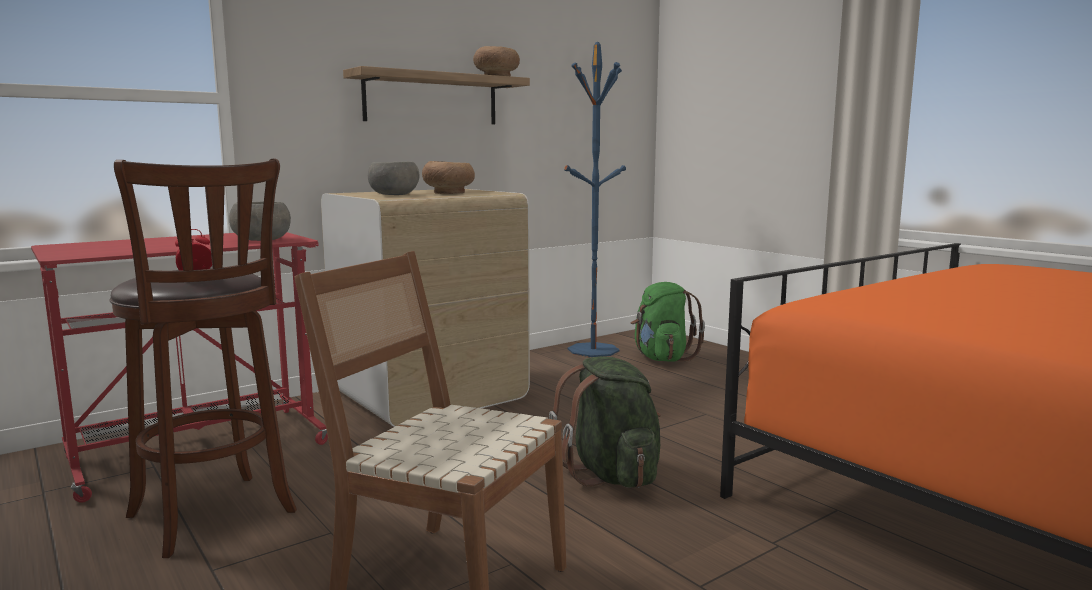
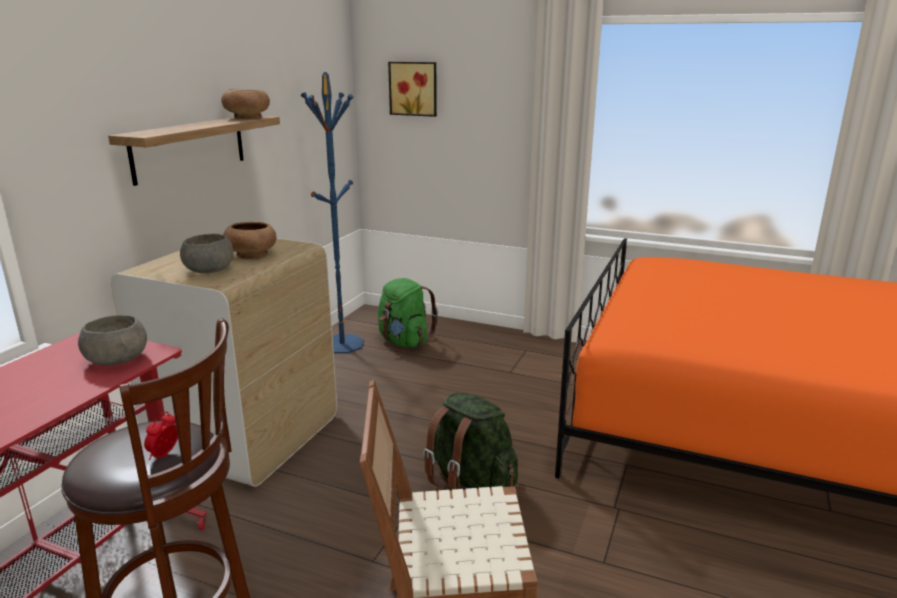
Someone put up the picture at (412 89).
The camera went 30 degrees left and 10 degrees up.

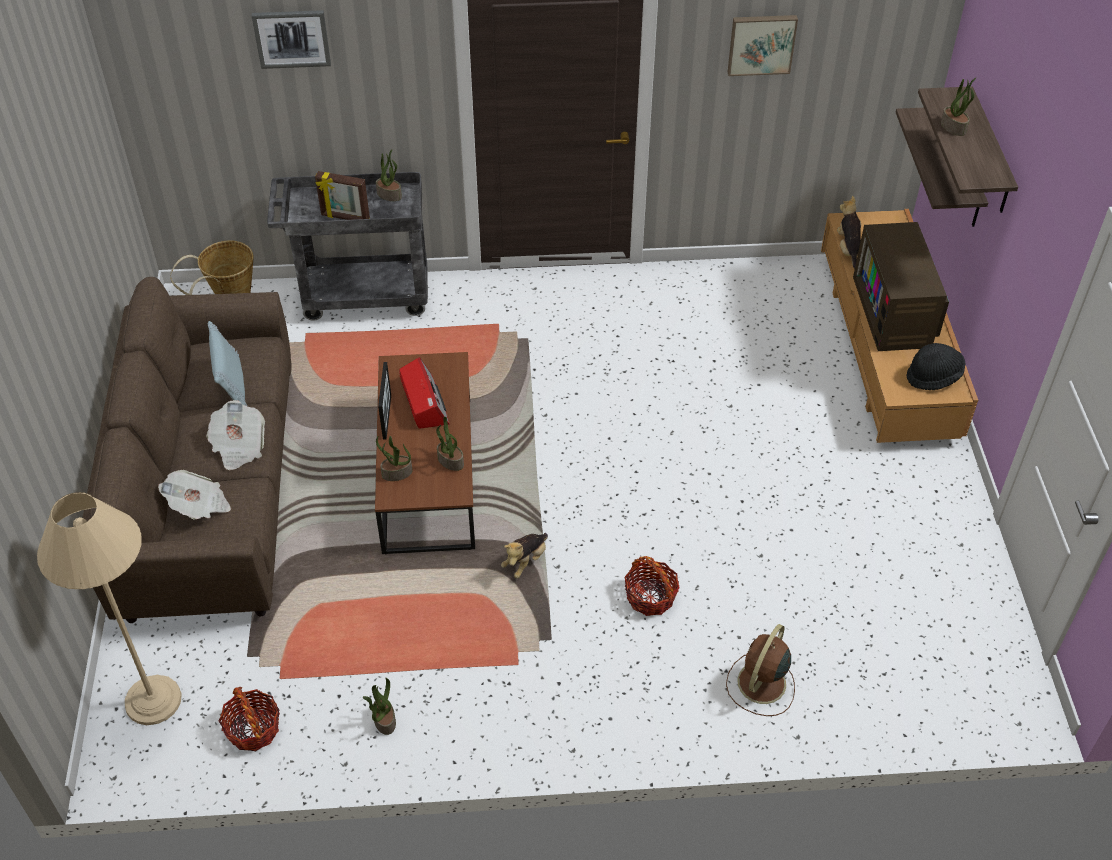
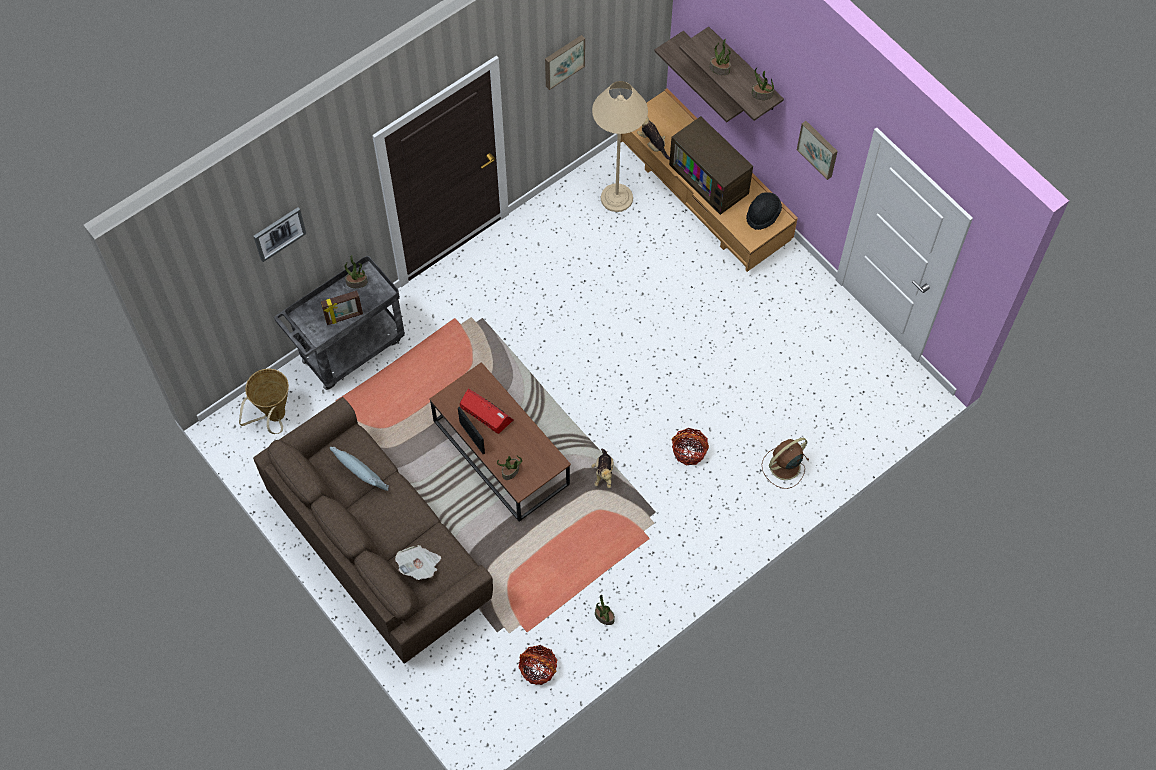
Someone carried the beige floor lamp from (109 608) to (620 146).
Someone carried the potted plant from (450 444) to (763 84).
Someone rotated the brown fan at (760 670) by 60 degrees clockwise.
Someone put up the picture at (817 150).
Someone took away the newspaper at (235 435).
The camera went 35 degrees left and 15 degrees up.

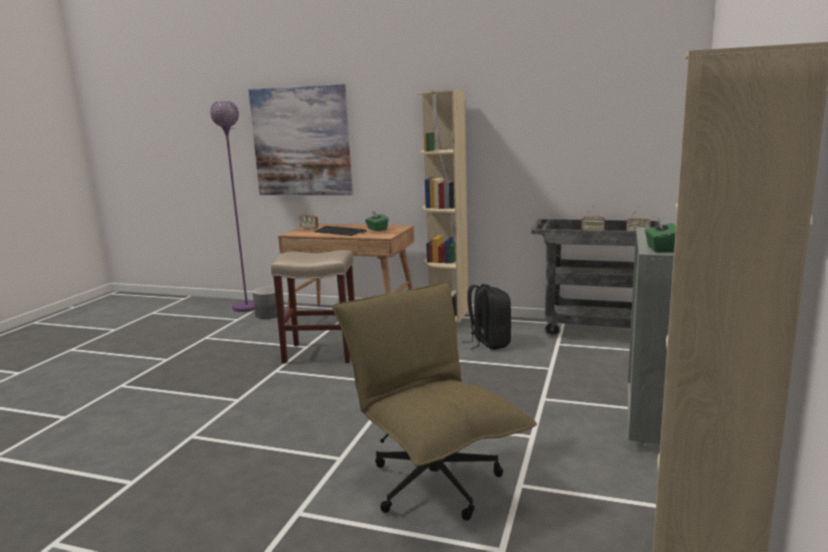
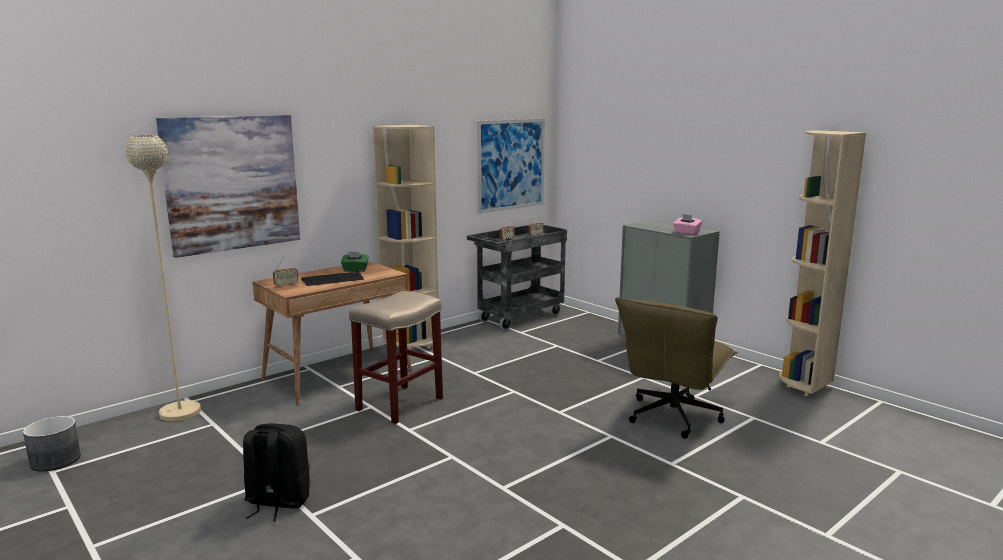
Someone carried the grey planter from (268 302) to (52 444).
Someone repainted the purple floor lamp at (232 206), which became the beige floor lamp at (163 278).
Someone carried the black backpack from (486 317) to (276 472).
Someone put up the picture at (511 166).
Someone rotated the beige office chair at (434 401) by 60 degrees counterclockwise.
Someone repainted the green tissue box at (660 234), which became the pink tissue box at (687 224).
The camera went 60 degrees left and 0 degrees up.

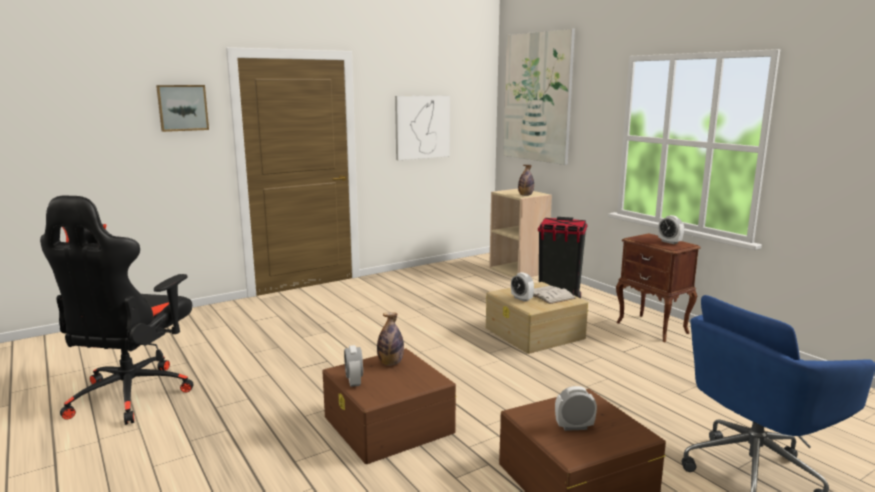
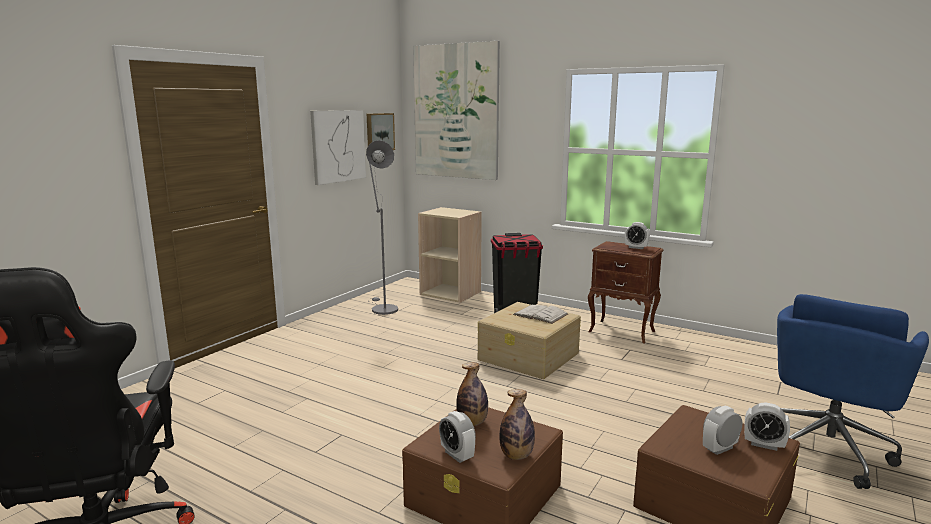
Someone put down the grey floor lamp at (382 227).
Someone carried the picture from (182 108) to (381 131).
Someone carried the bottle from (526 180) to (517 424).
Someone carried the alarm clock from (522 287) to (767 426).
The camera went 25 degrees left and 0 degrees up.

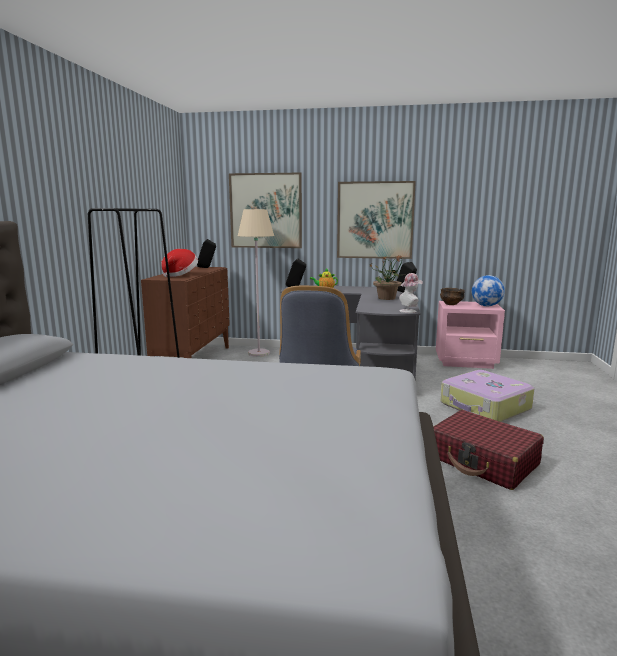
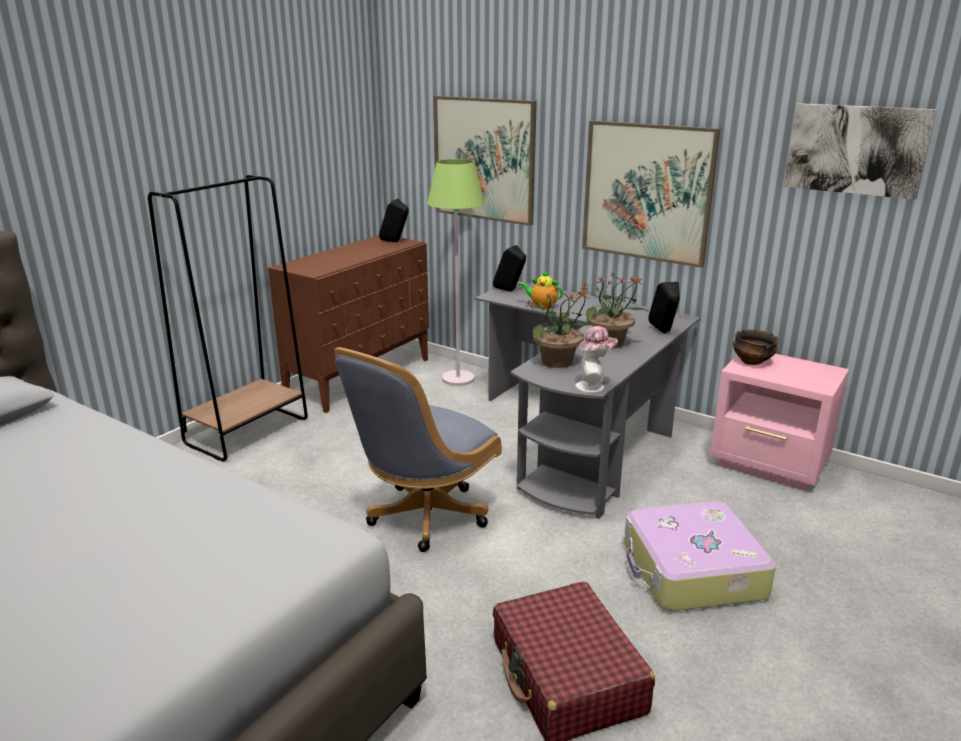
Someone repainted the beige floor lamp at (256 283), which became the green floor lamp at (456 272).
Someone put down the potted plant at (561 327).
Someone put up the picture at (860 151).
Someone took away the hat at (179 263).
Someone took away the globe at (488 290).
The camera went 25 degrees right and 10 degrees up.

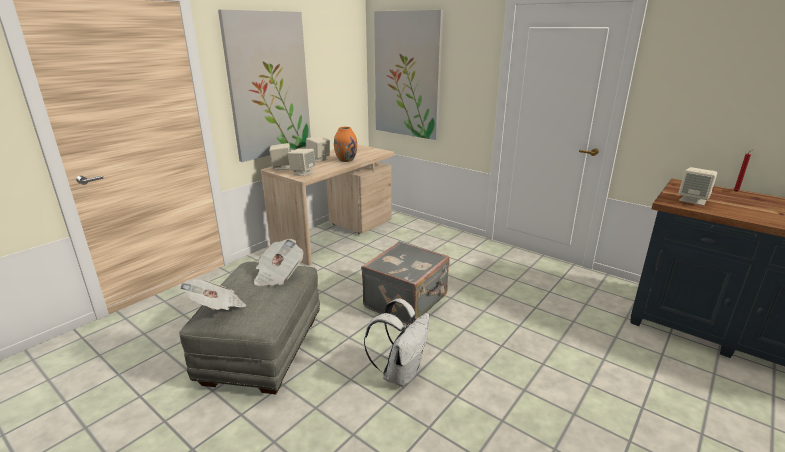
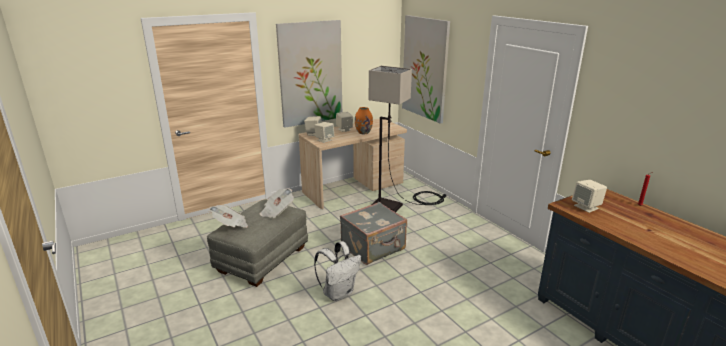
Someone put down the floor lamp at (408 139).
The camera went 20 degrees right and 0 degrees up.

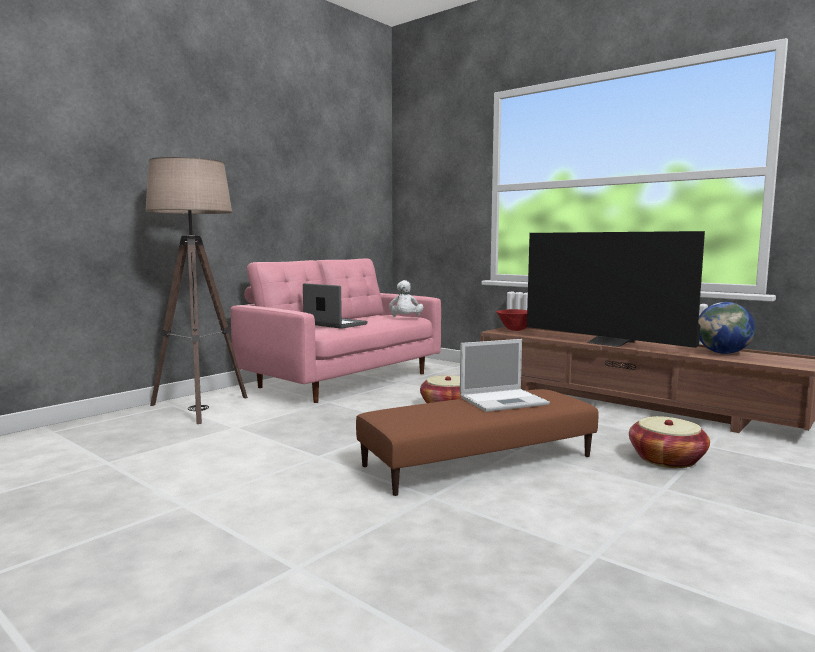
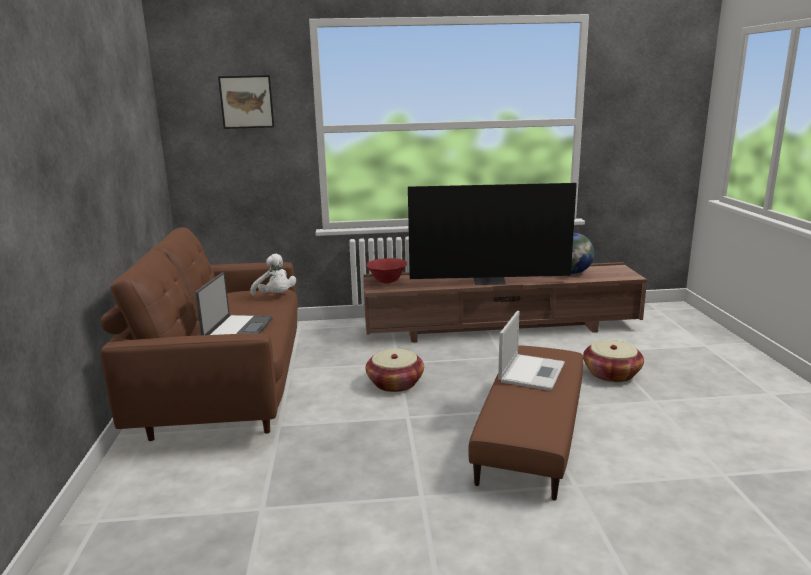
Someone repainted the pink sofa at (335 330), which became the brown sofa at (199 334).
Someone rotated the laptop at (335 306) by 105 degrees clockwise.
Someone put up the picture at (246 102).
Someone took away the floor lamp at (196 290).
The camera went 45 degrees left and 10 degrees up.

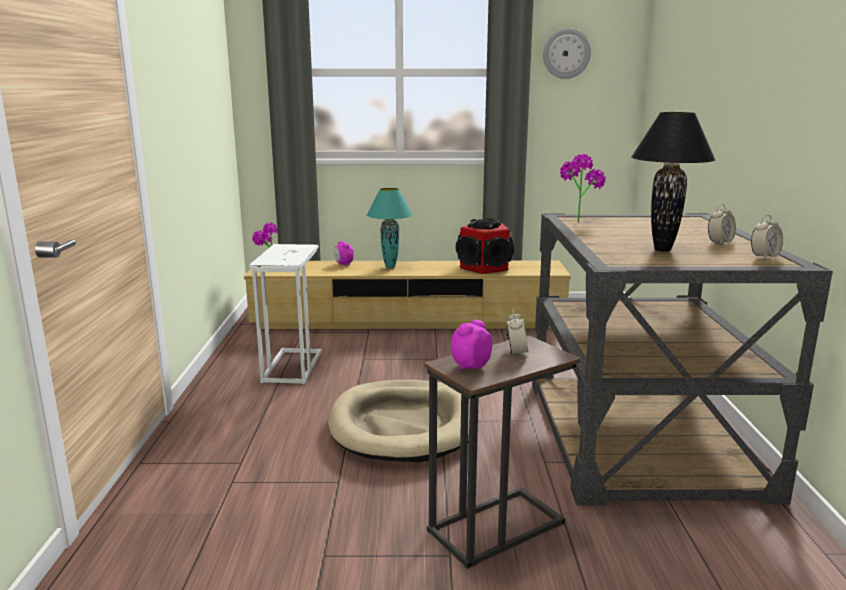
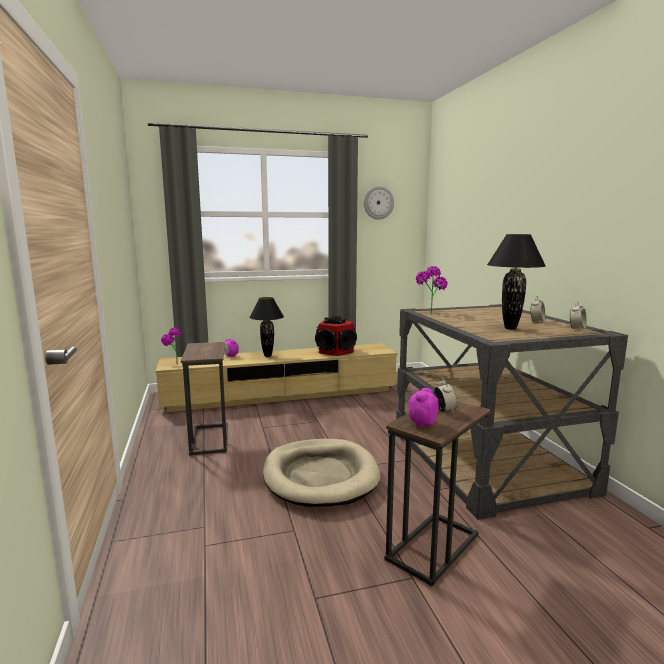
Someone repainted the white side table at (285 314), which became the brown side table at (204 399).
Someone repainted the turquoise table lamp at (390 228), which became the black table lamp at (266 327).
The camera went 15 degrees left and 5 degrees down.

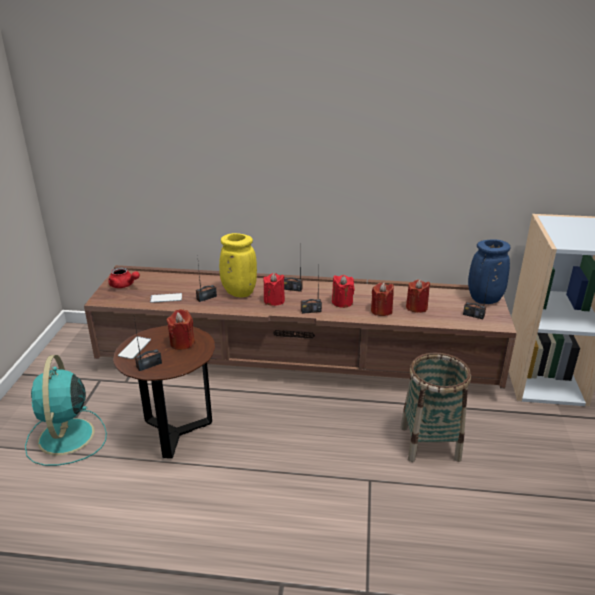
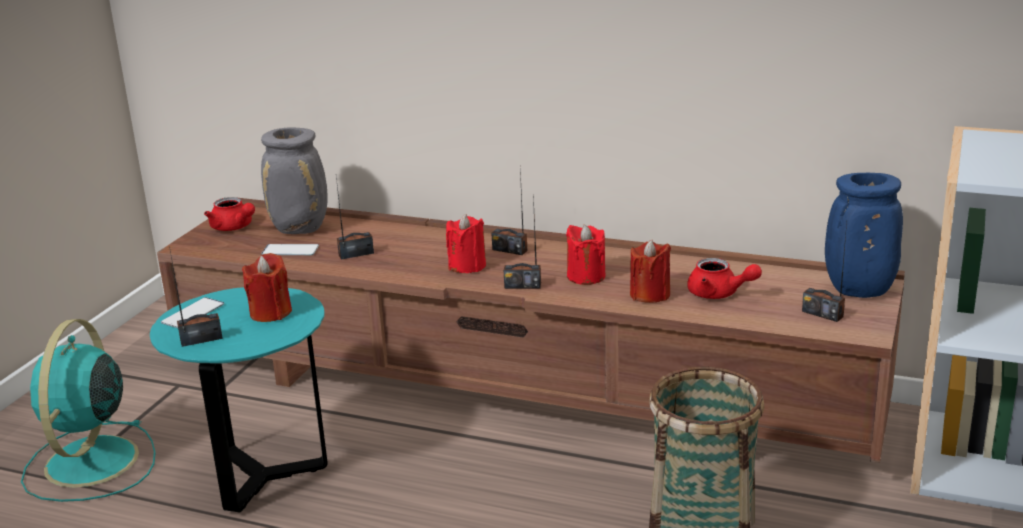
Someone repainted the brown side table at (164 391), which became the turquoise side table at (239 400).
Someone put down the grey vase at (294 181).
Someone swapped the red candle at (418 296) for the red teapot at (724 278).
Someone took away the yellow vase at (238 265).
The camera went 15 degrees right and 5 degrees down.

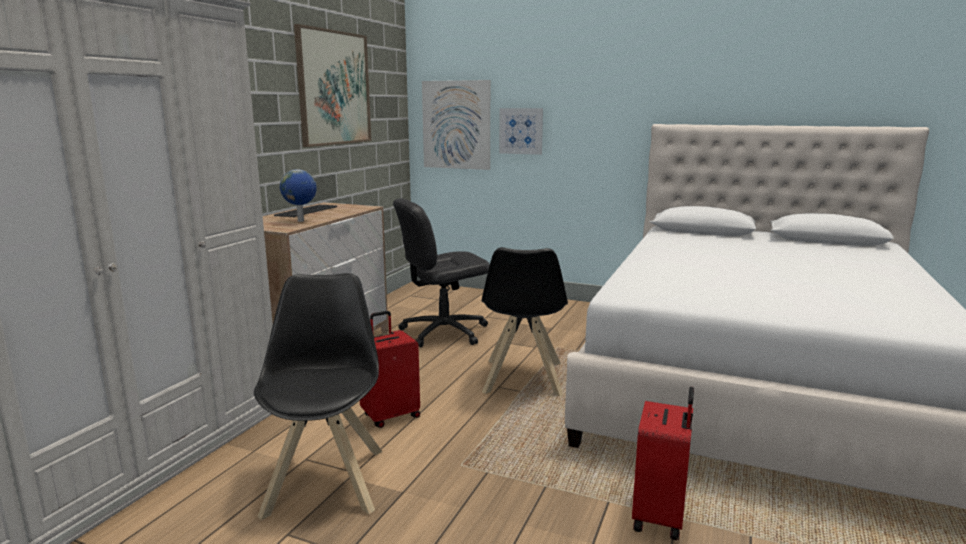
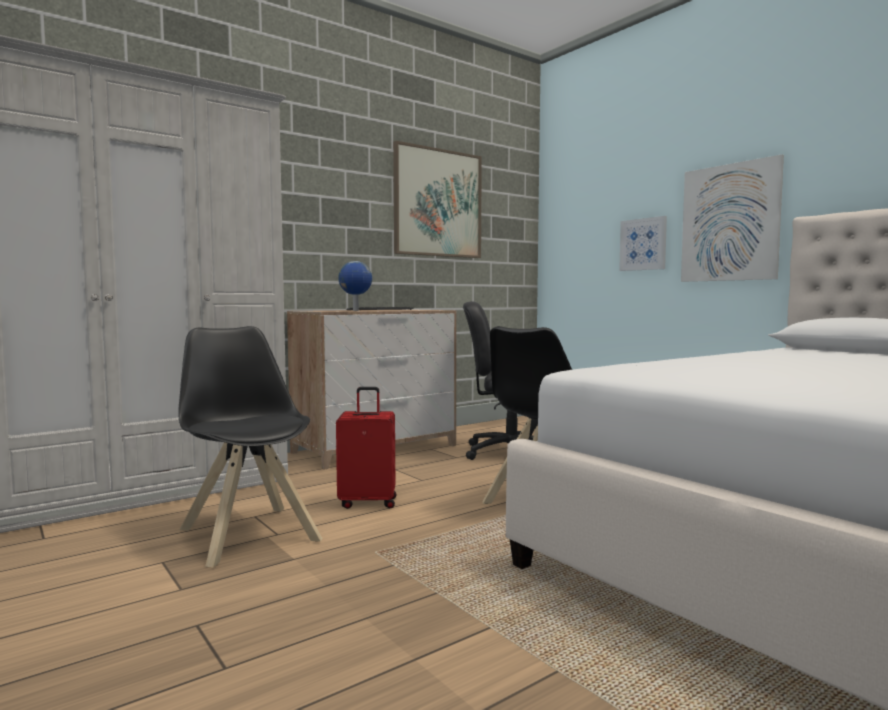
Someone rotated the black chair at (318 396) by 60 degrees counterclockwise.
Someone carried the picture from (456 125) to (732 218).
Someone took away the red suitcase at (663 463).
The camera went 30 degrees right and 10 degrees down.

